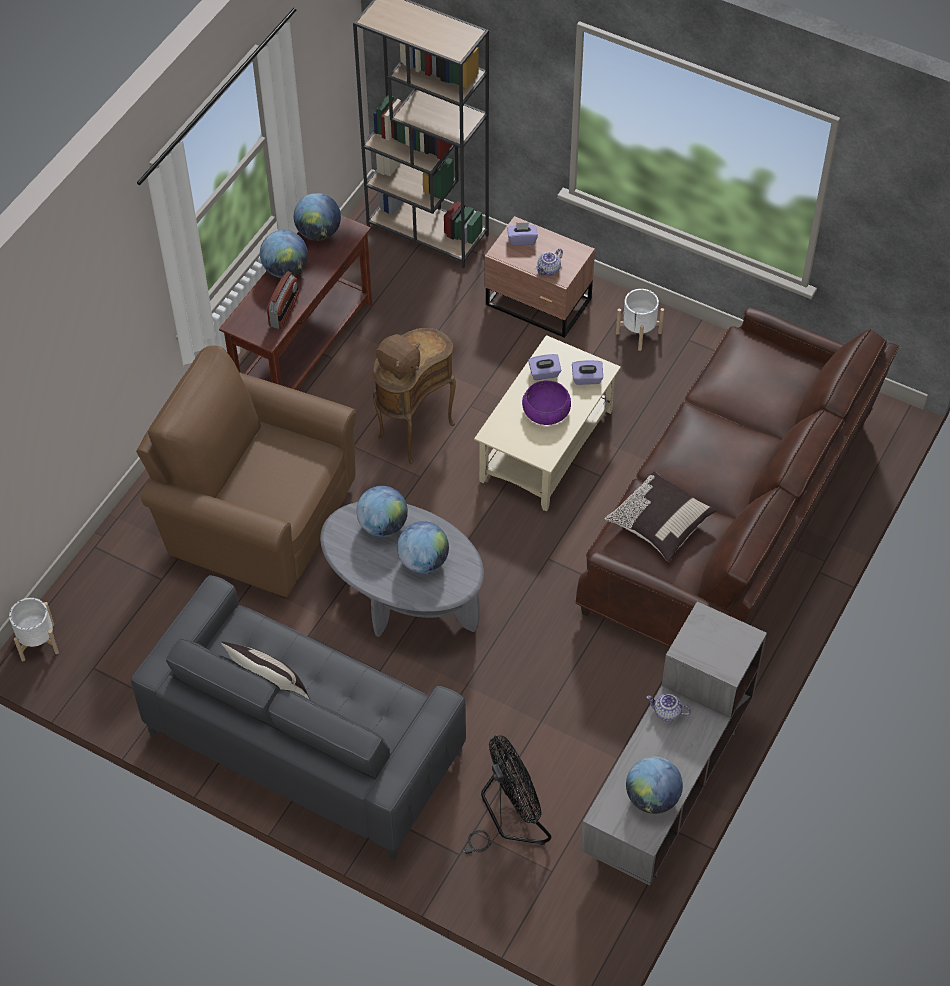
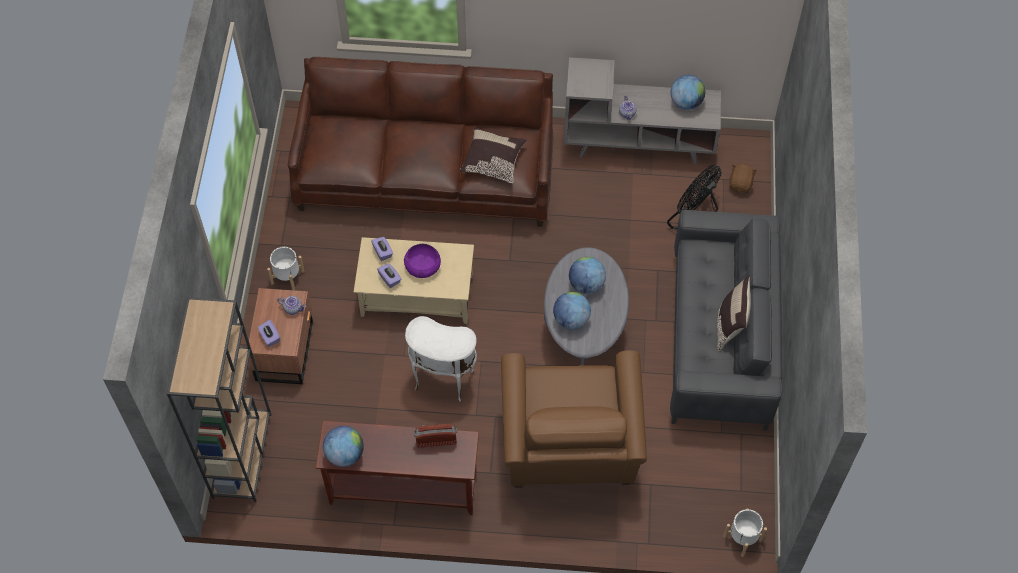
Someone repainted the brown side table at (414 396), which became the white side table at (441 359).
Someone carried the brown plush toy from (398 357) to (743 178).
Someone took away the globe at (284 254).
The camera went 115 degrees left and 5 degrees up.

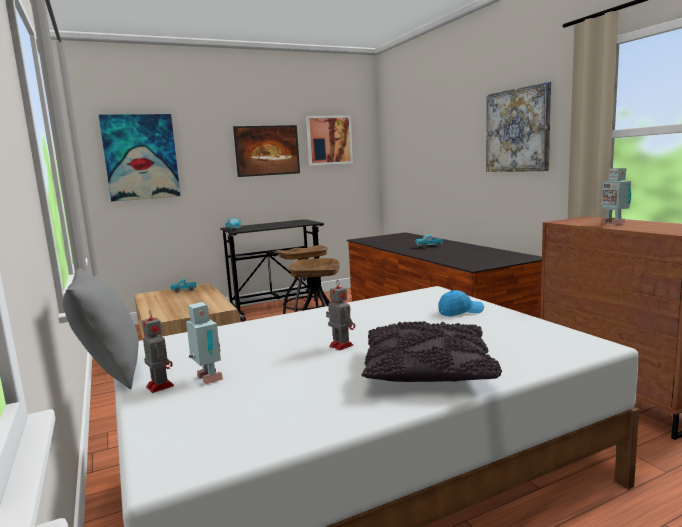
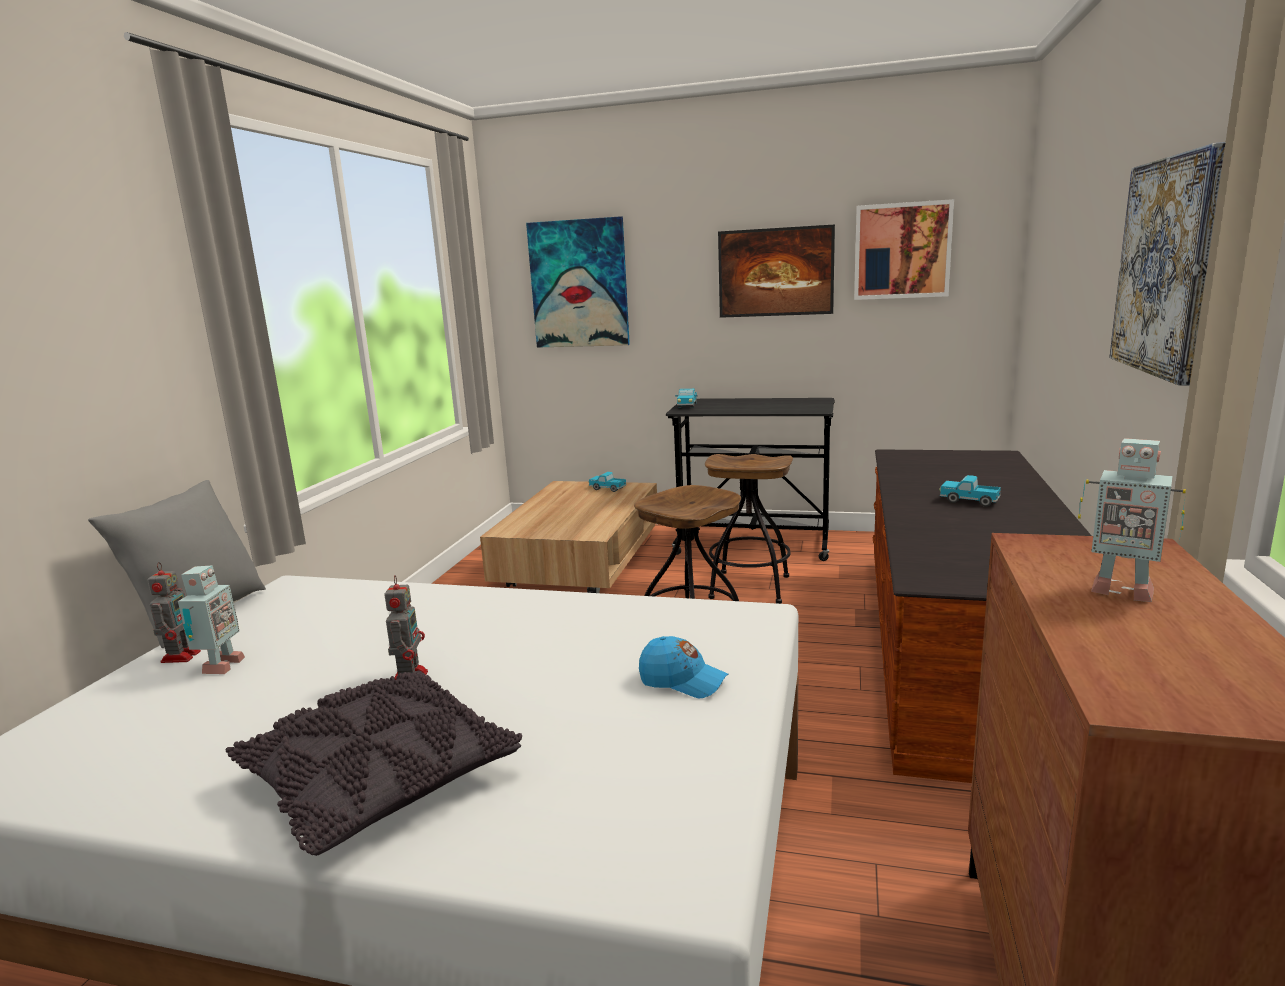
Someone rotated the toy robot at (616 196) by 75 degrees counterclockwise.
The camera went 40 degrees right and 5 degrees up.

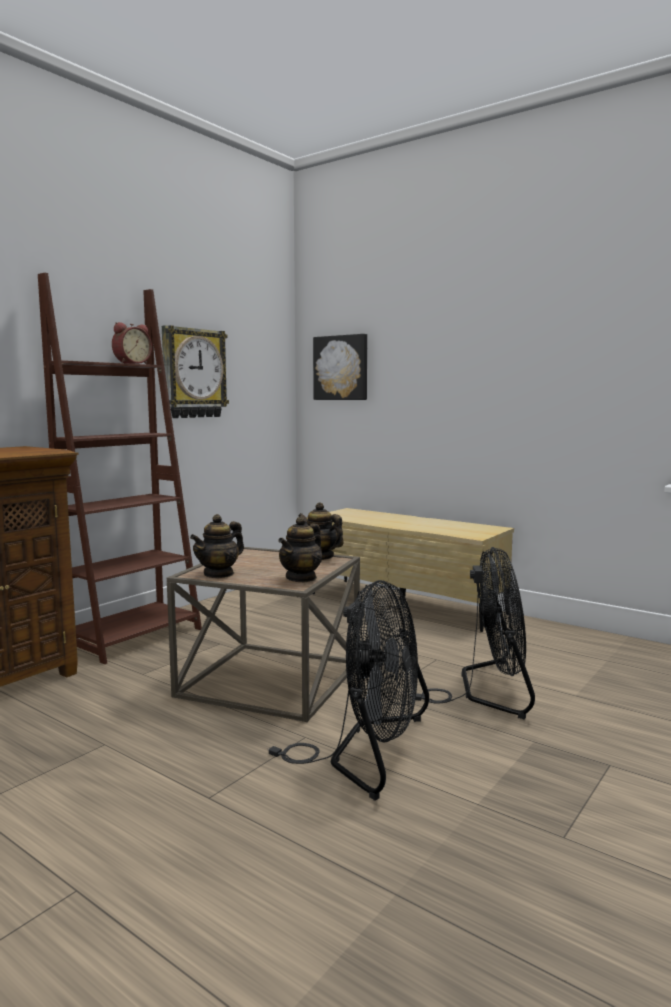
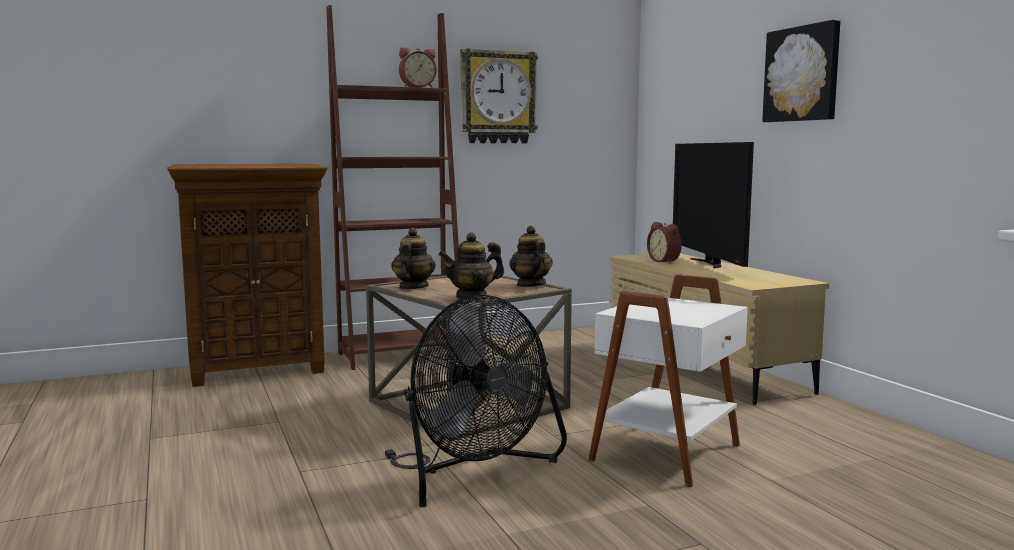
Someone rotated the teapot at (217 546) by 120 degrees clockwise.
Someone swapped the black fan at (473 633) for the white side table at (668 380).
Someone put down the alarm clock at (664 243).
Someone put down the television at (713 205).
Someone carried the picture from (340 367) to (801 71).
The camera went 30 degrees right and 0 degrees up.

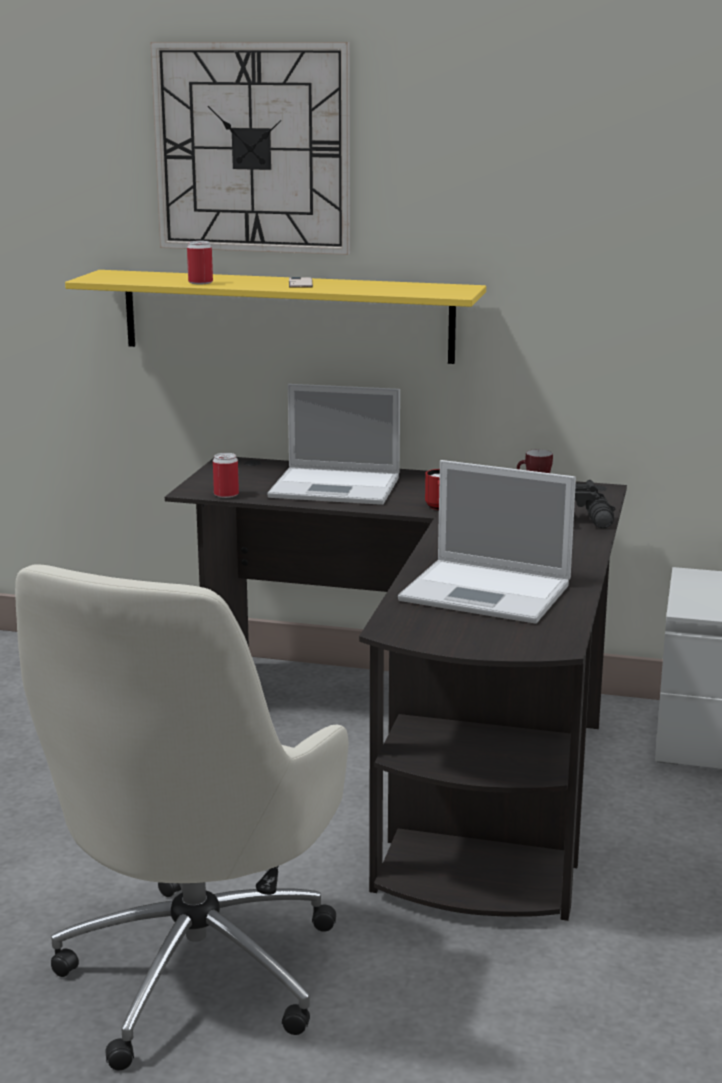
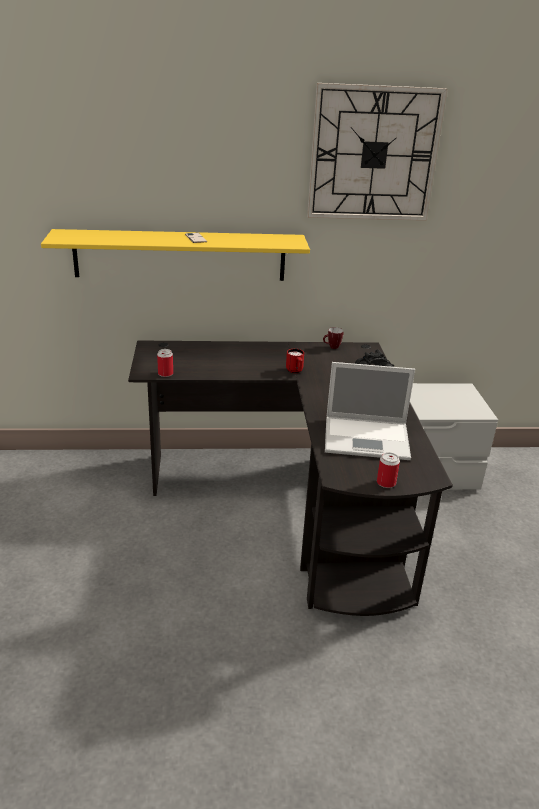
Someone carried the wall clock from (250 148) to (377 152).
Someone carried the can from (200 262) to (388 470).
Someone took away the beige office chair at (182 817).
Someone took away the laptop at (333 444).
The camera went 20 degrees left and 10 degrees up.

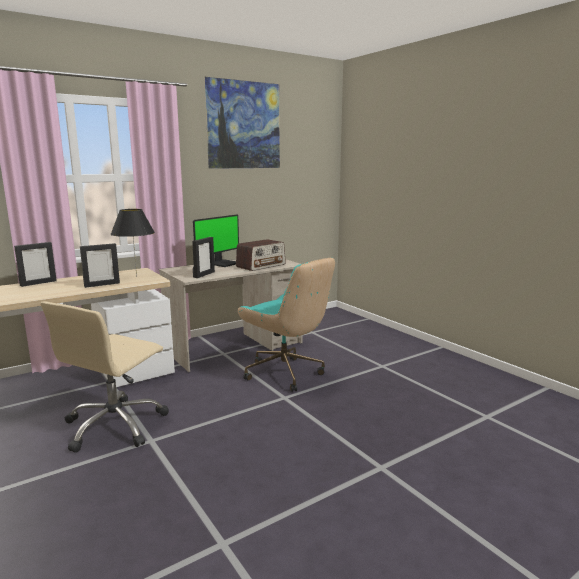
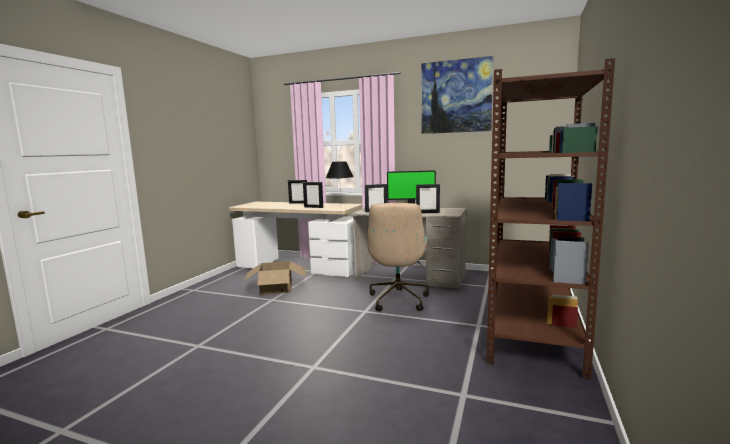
Someone swapped the beige office chair at (105 377) for the cardboard box at (274 278).
Someone swapped the radio at (261 255) for the picture frame at (428 198).
Someone put down the brown bookcase at (551 218).
The camera went 55 degrees right and 5 degrees down.

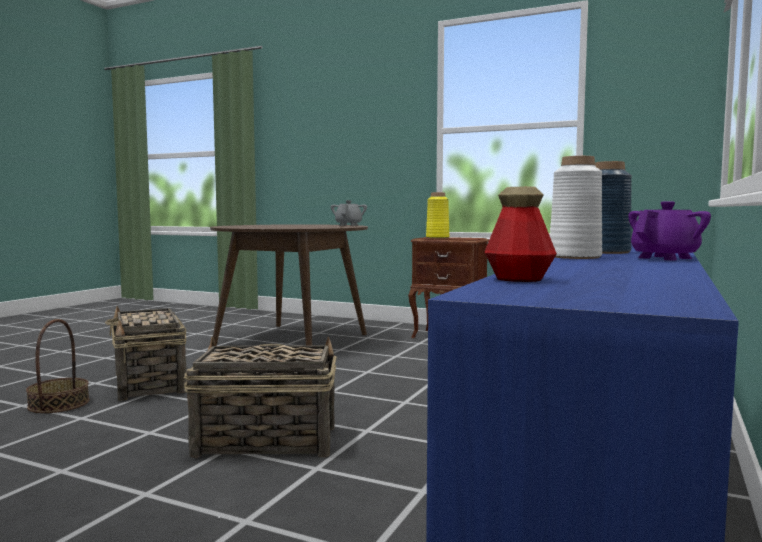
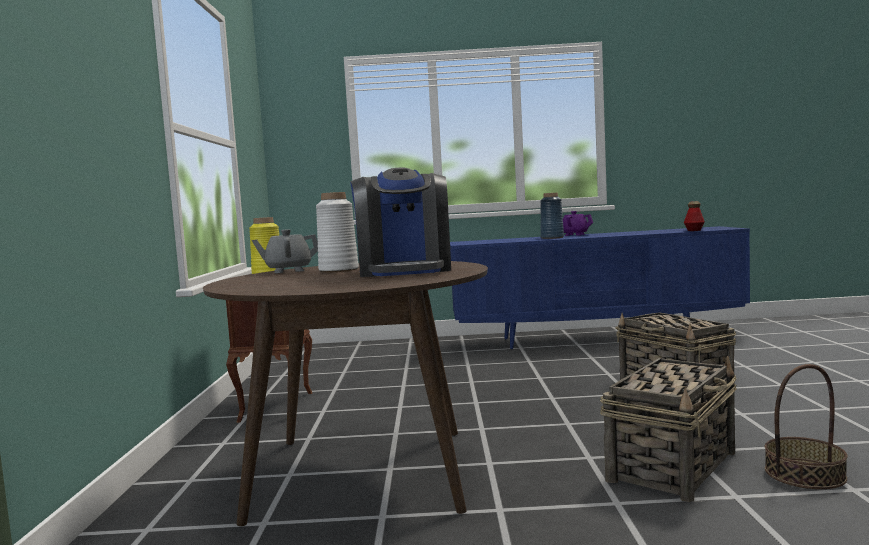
Someone carried the white vase from (576 207) to (337 232).
Someone put down the coffee machine at (400 222).
The camera went 115 degrees left and 0 degrees up.

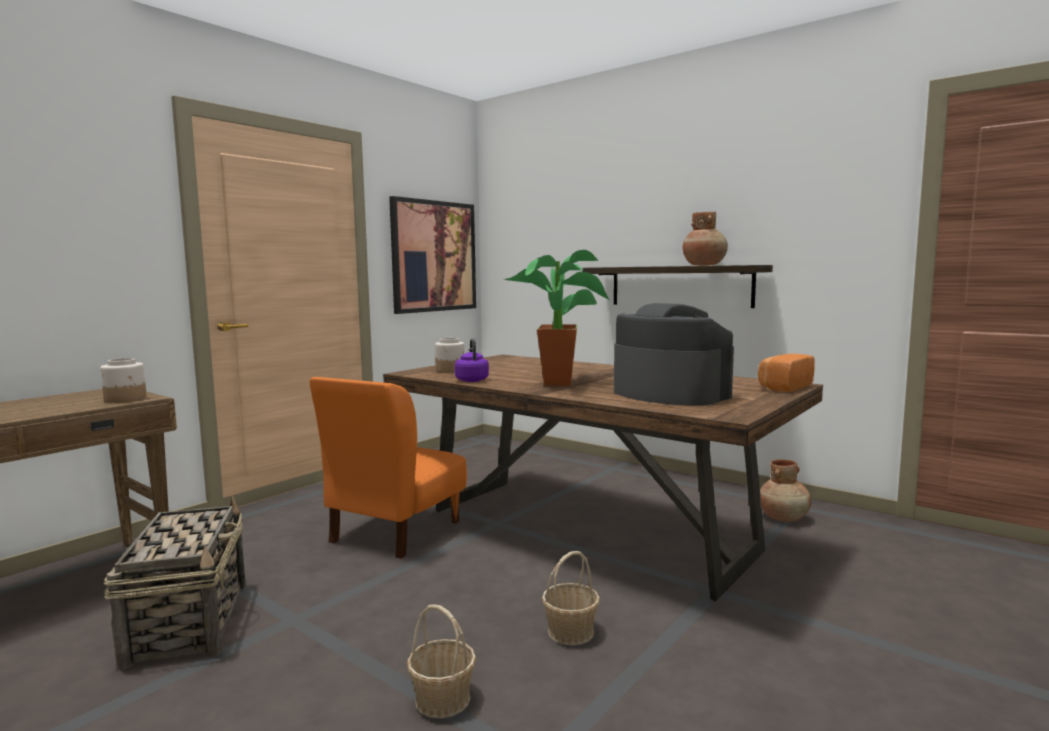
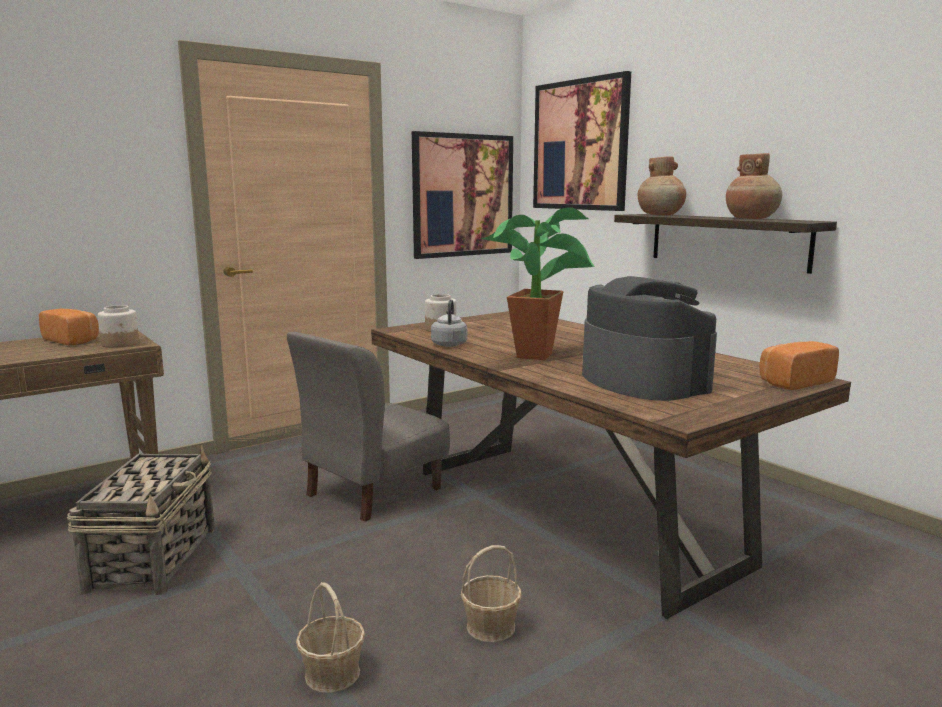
Someone put down the bread at (69 326).
Someone repainted the orange chair at (388 468), which became the grey chair at (368 427).
Someone repainted the purple kettle at (472 360), which became the grey kettle at (449 323).
Someone put up the picture at (582 141).
Someone carried the brown vase from (785 490) to (662 185).
The camera went 15 degrees right and 5 degrees up.

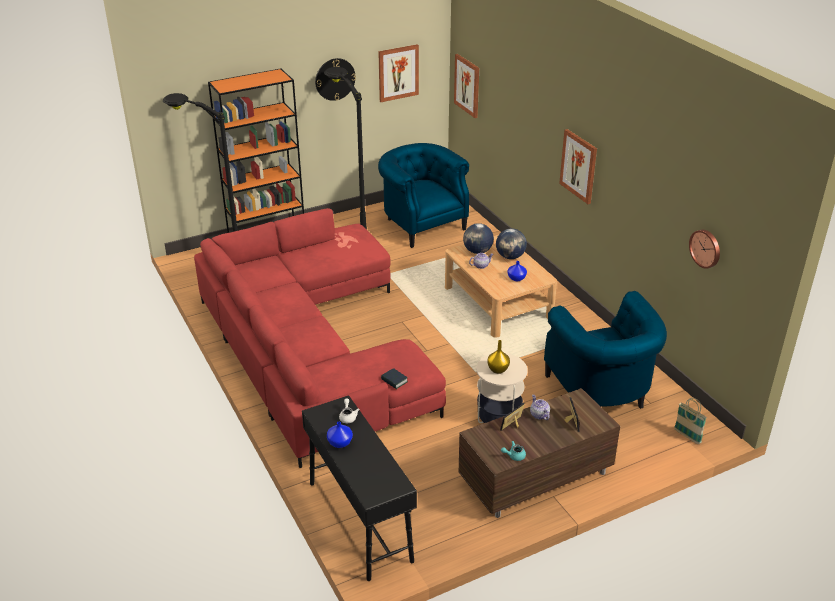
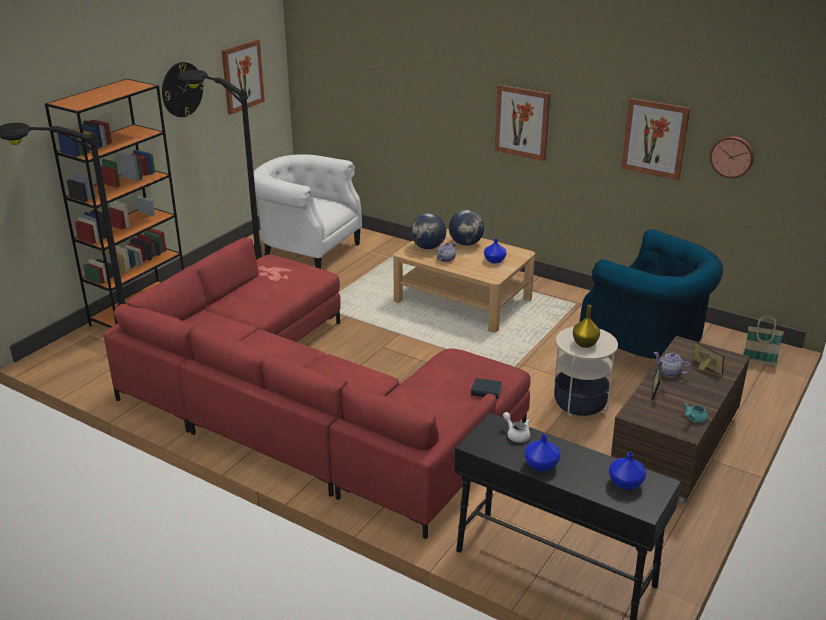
Someone repainted the blue armchair at (423 195), which became the white armchair at (308 211).
Someone put down the blue vase at (627 471).
Someone carried the picture from (466 86) to (655 139).
The camera went 30 degrees left and 5 degrees down.

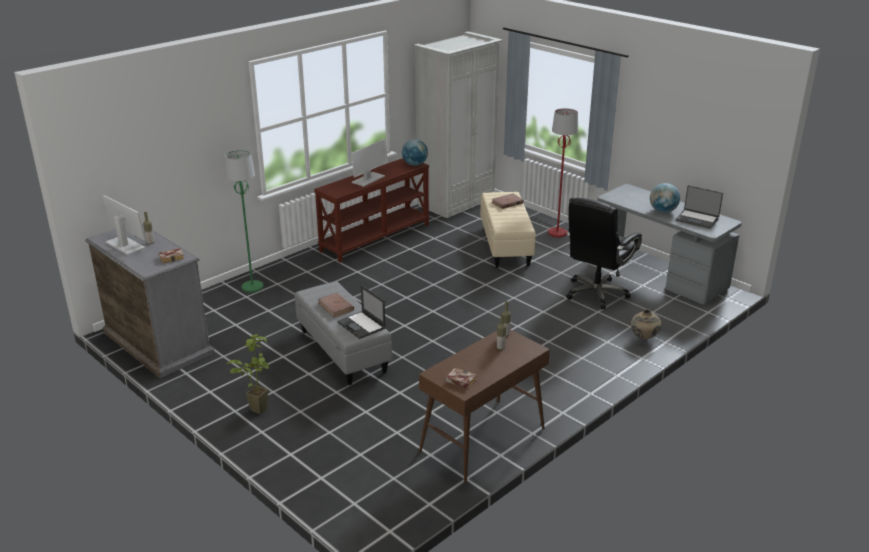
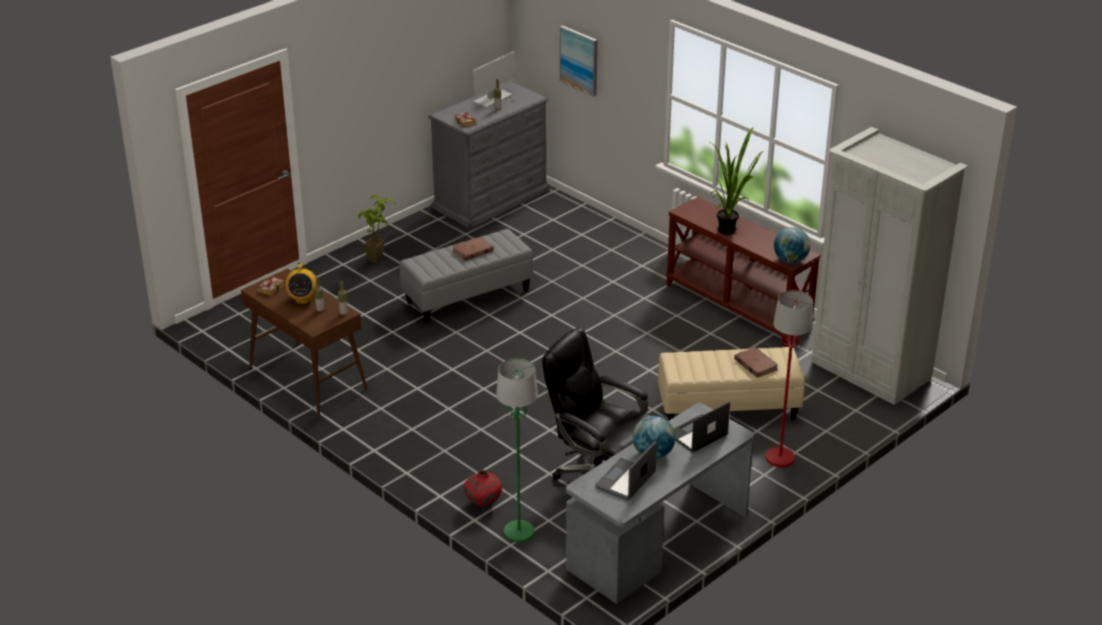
Someone put down the radio at (300 284).
Someone repainted the beige vase at (646 324), which became the red vase at (483 488).
Someone carried the green floor lamp from (243 221) to (517 451).
Someone put up the picture at (578 61).
Someone carried the laptop from (361 312) to (702 427).
Someone swapped the monitor at (369 163) for the potted plant at (736 181).
The camera went 90 degrees right and 5 degrees up.

